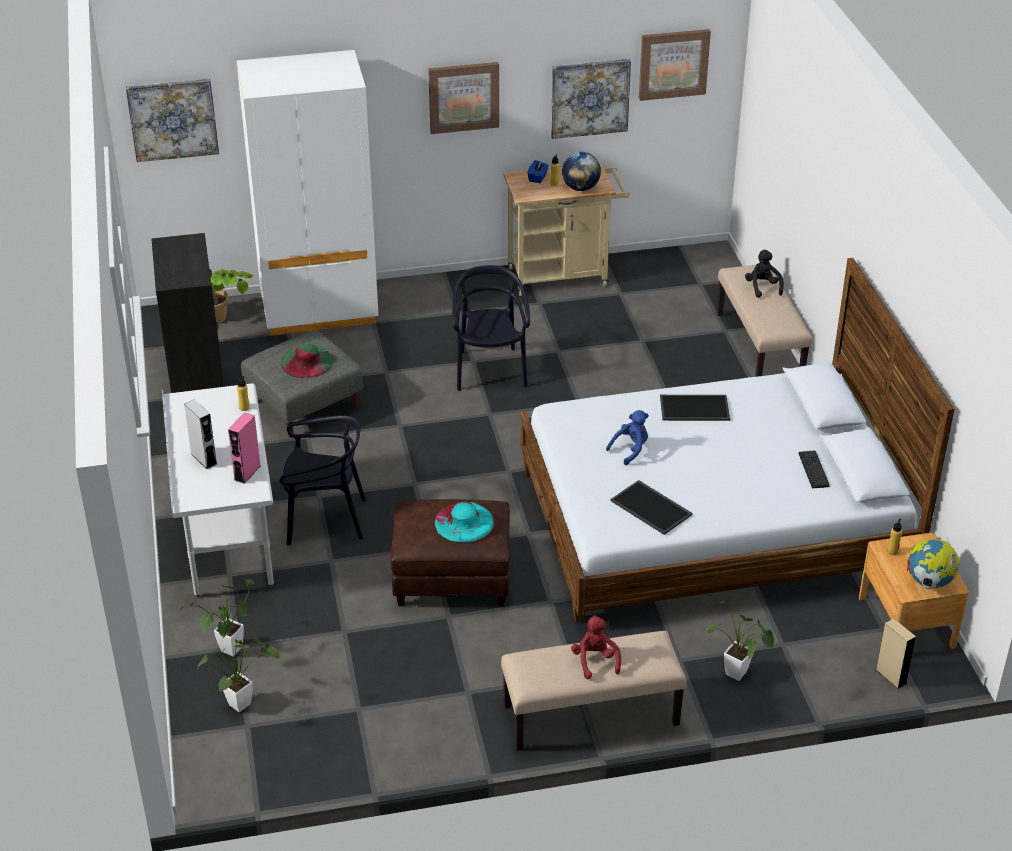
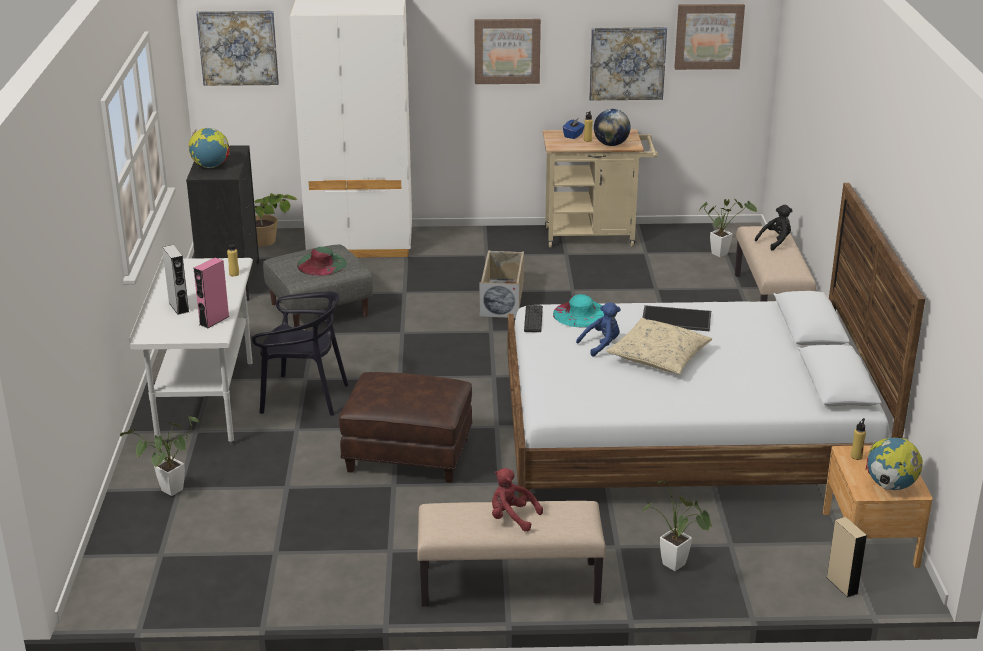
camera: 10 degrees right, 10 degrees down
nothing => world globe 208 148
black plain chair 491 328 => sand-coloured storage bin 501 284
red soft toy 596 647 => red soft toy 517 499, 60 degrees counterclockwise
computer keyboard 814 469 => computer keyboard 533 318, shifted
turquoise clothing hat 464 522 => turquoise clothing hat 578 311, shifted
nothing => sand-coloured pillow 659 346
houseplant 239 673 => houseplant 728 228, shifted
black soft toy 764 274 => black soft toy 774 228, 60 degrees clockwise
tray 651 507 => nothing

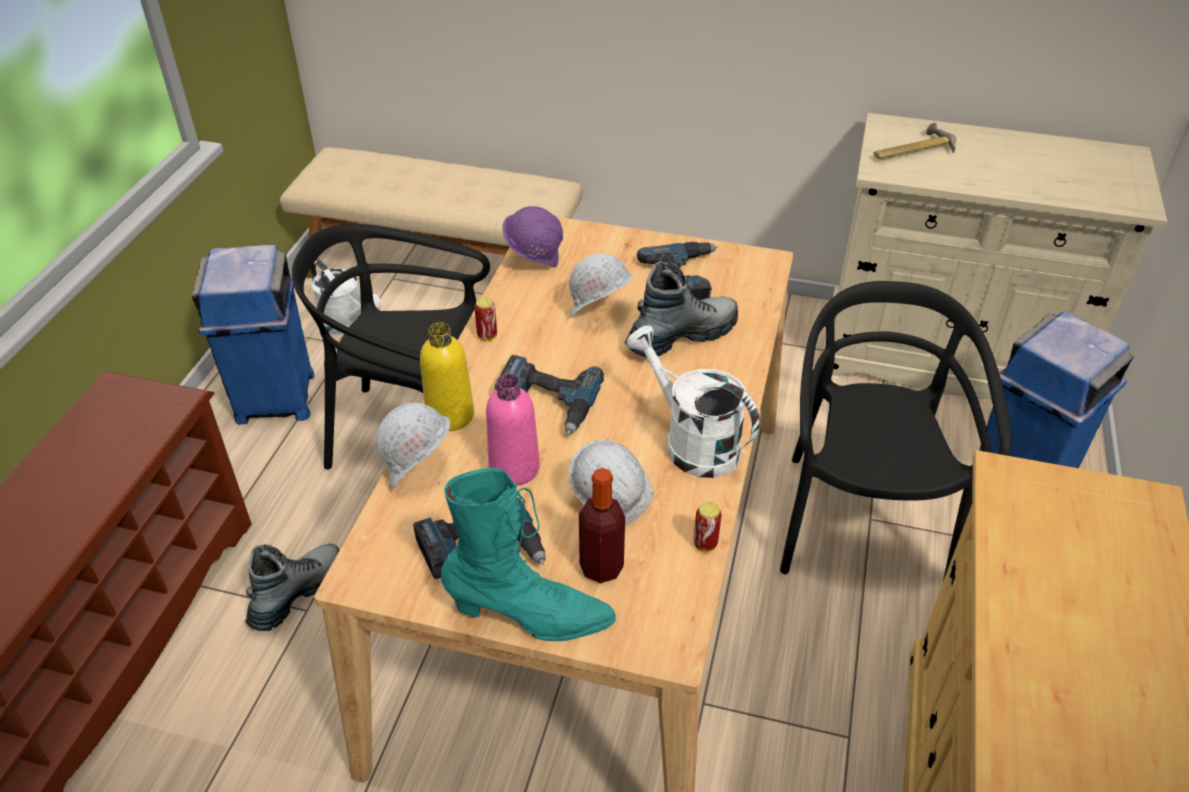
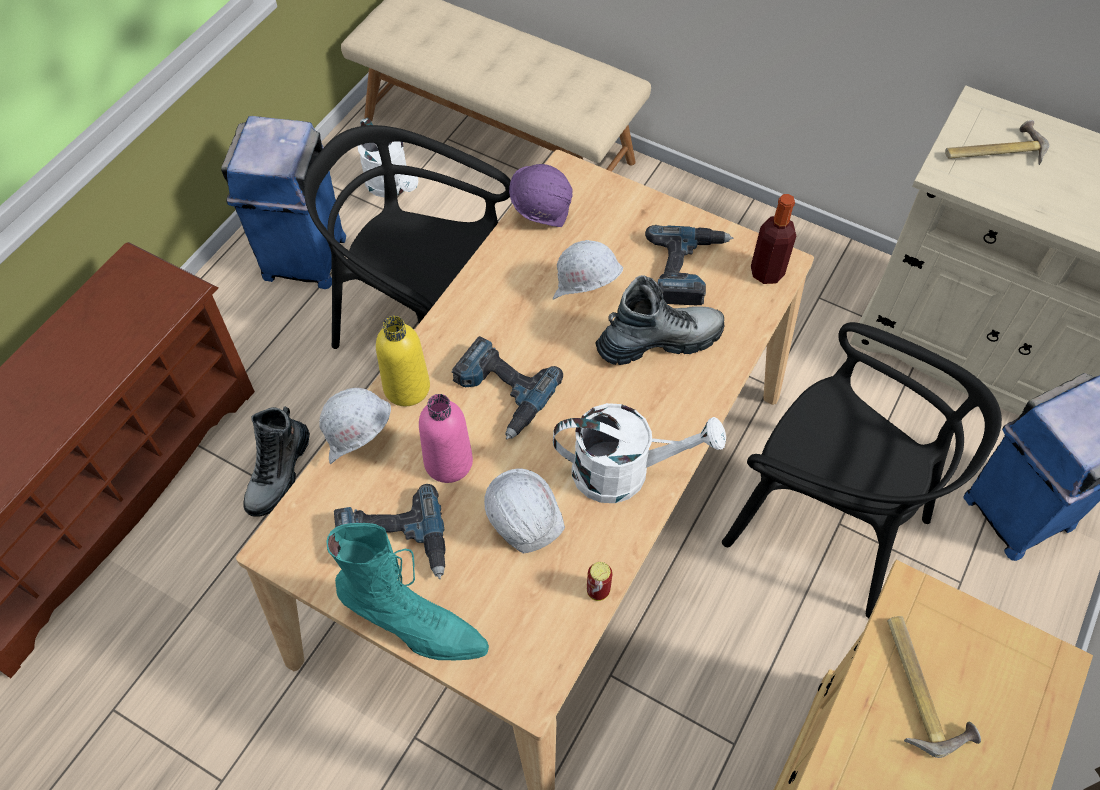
camera: 15 degrees right, 15 degrees up
boot 292 587 => boot 276 461, 150 degrees clockwise
whitish watering can 692 401 => whitish watering can 639 453, 120 degrees clockwise
black plain chair 895 431 => black plain chair 862 470, 105 degrees clockwise
beverage bottle 602 525 => beverage bottle 773 239, shifted
nothing => tool hammer 934 687
metal can 485 319 => nothing

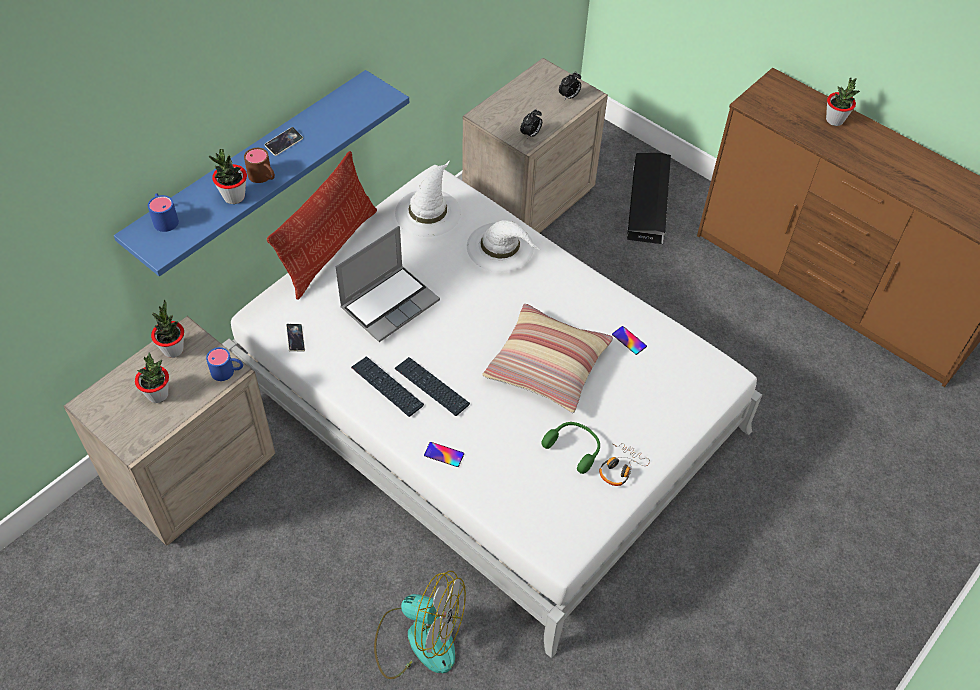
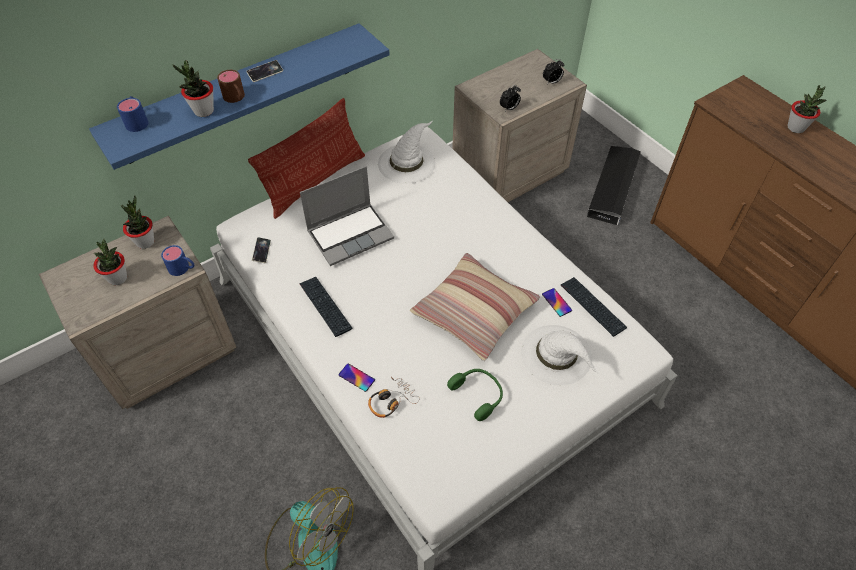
camera: 15 degrees right, 0 degrees up
headphones 624 464 => headphones 393 397, shifted
whitish clothing hat 503 246 => whitish clothing hat 560 355, shifted
computer keyboard 432 386 => computer keyboard 594 307, shifted

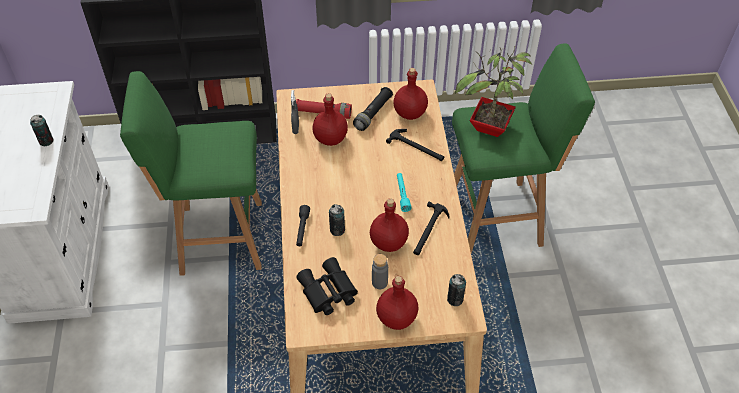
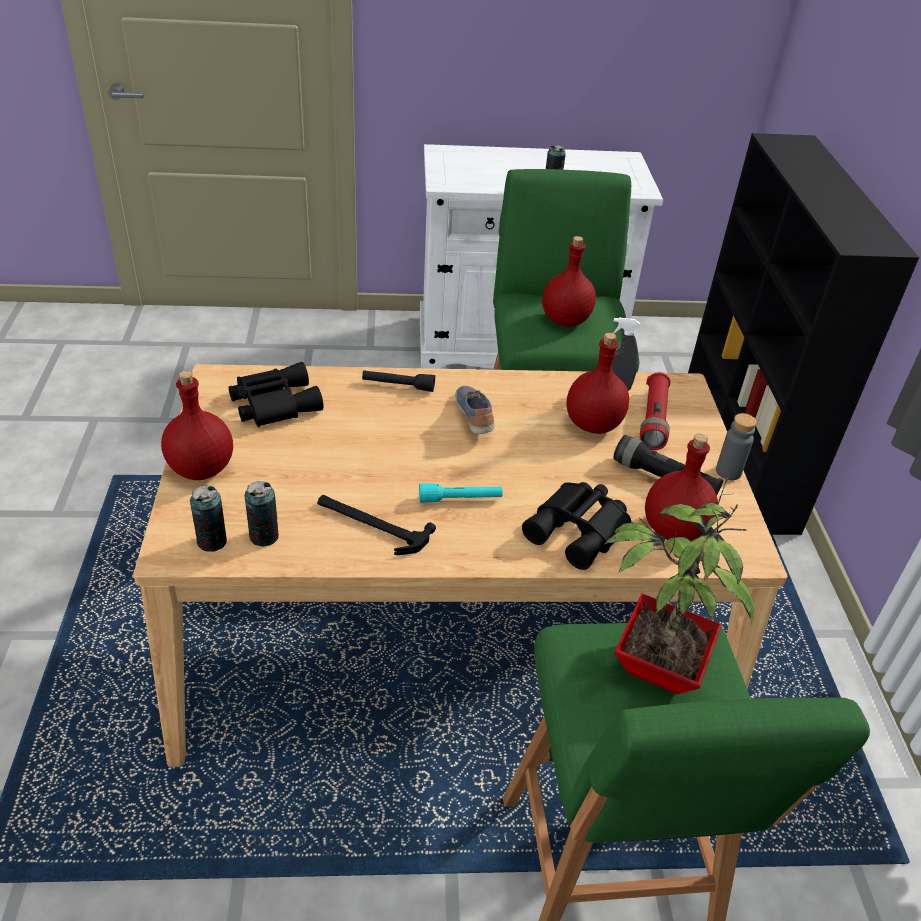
camera: 90 degrees right, 10 degrees down
metal can 337 220 => metal can 261 514, shifted
nothing => item of footwear 475 410
tool hammer 415 145 => black binoculars 576 526
red beverage bottle 389 225 => red beverage bottle 569 281, shifted
greyish beverage bottle 380 271 => greyish beverage bottle 736 446, shifted

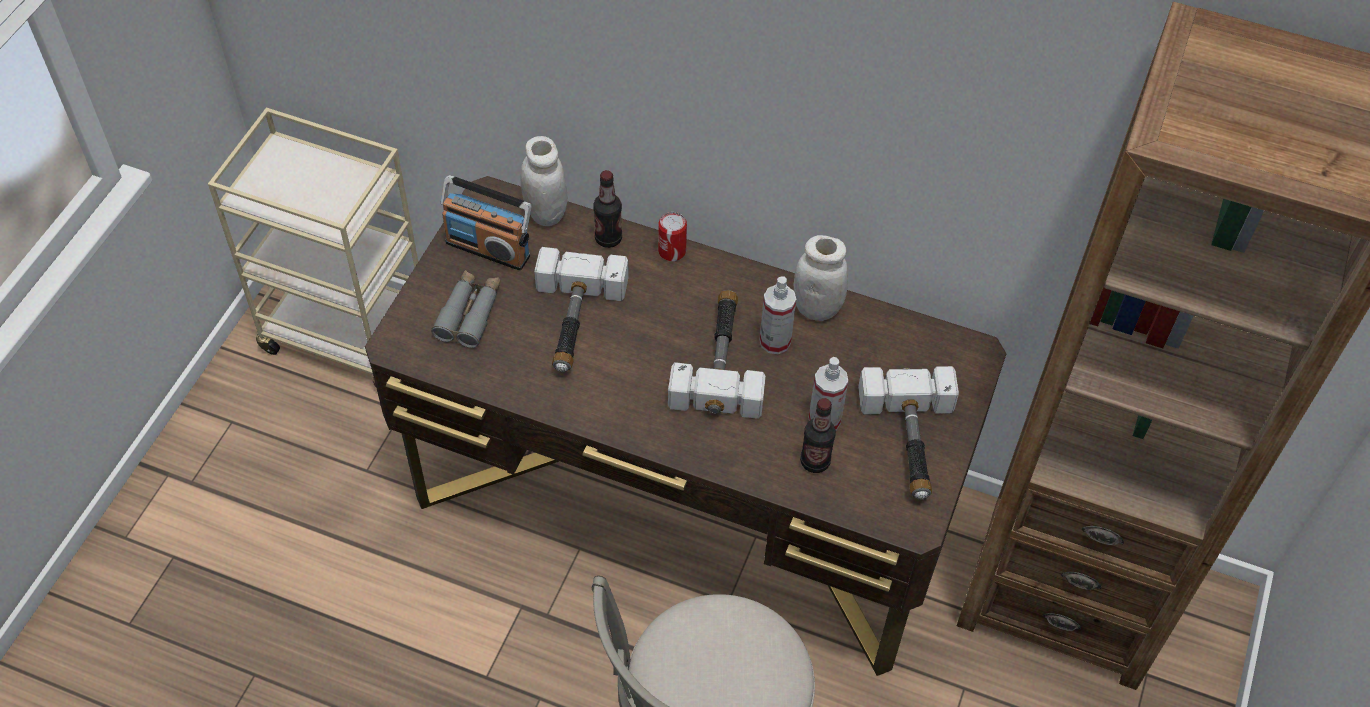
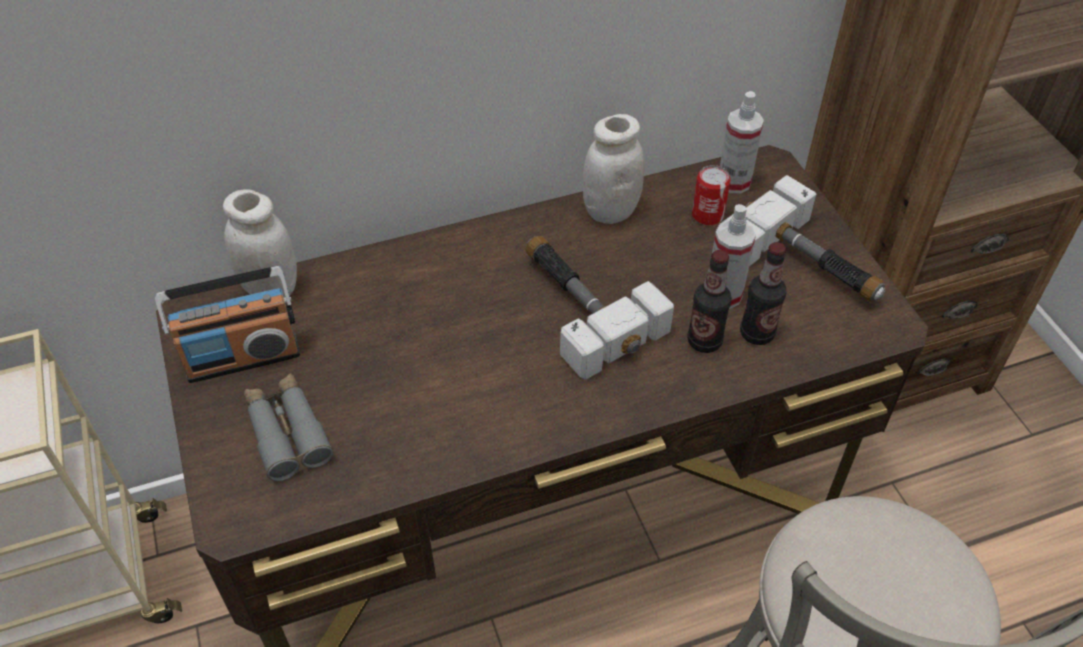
camera: 40 degrees left, 5 degrees down
beverage bottle 607 209 => beverage bottle 709 301, shifted
metal can 672 236 => metal can 711 195, shifted
hand sprayer 778 315 => hand sprayer 742 142, shifted
tool hammer 581 309 => nothing

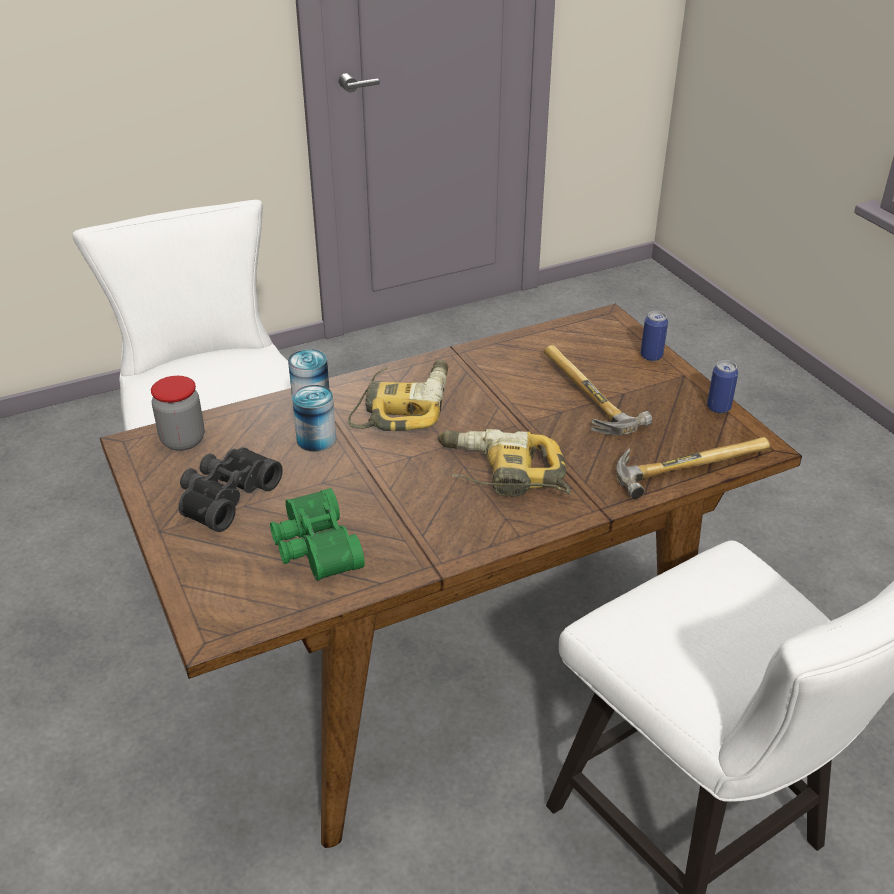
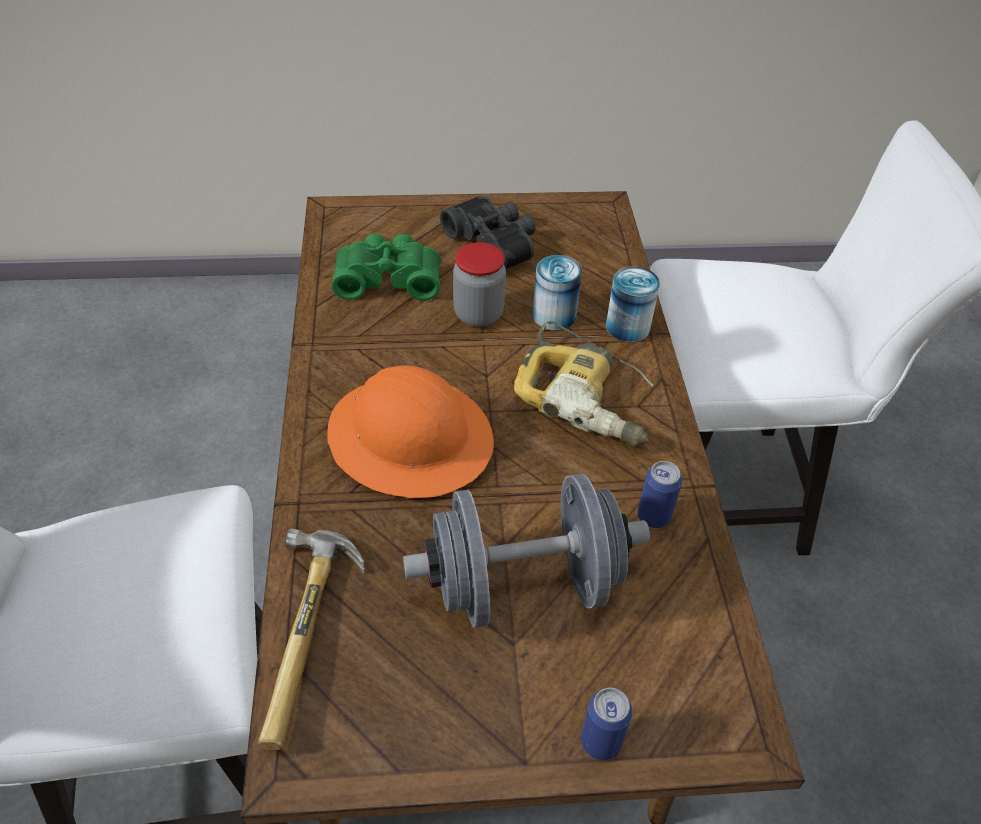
camera: 110 degrees right, 10 degrees up
drill 504 463 => orange hard hat 410 432
tool hammer 598 390 => greyish dumbbell 526 550
jar 178 413 => jar 479 284, shifted
metal can 722 387 => metal can 659 494, shifted

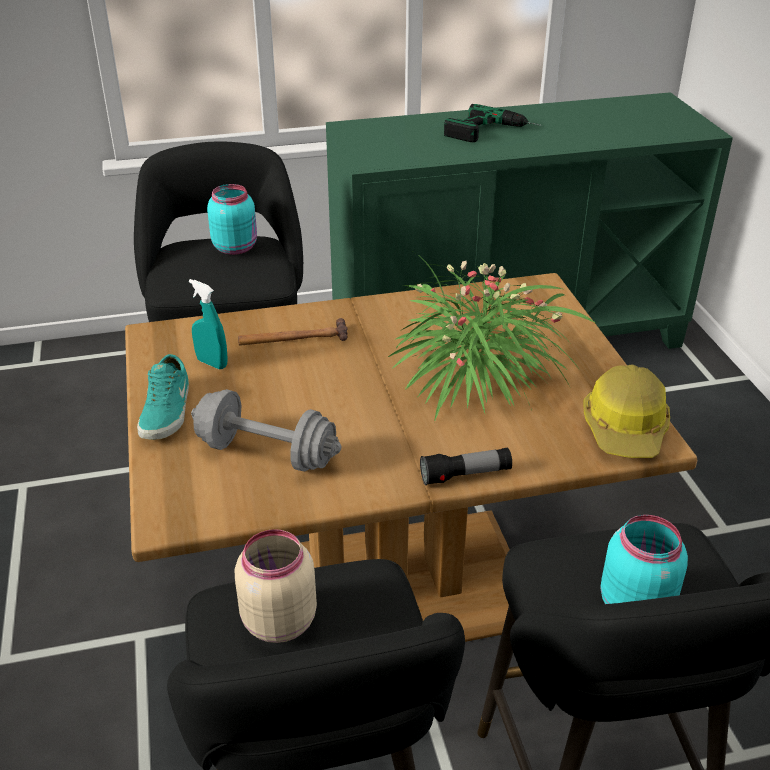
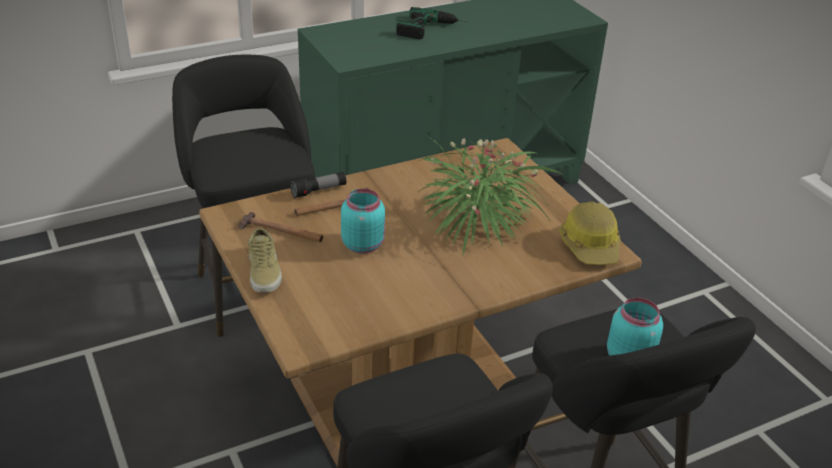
camera: 15 degrees left, 0 degrees up
turquoise hand sprayer 208 324 => tool hammer 280 227
turquoise item of footwear 163 397 => sand-coloured item of footwear 265 260
hand torch 466 466 => hand torch 318 185, shifted
turquoise jar 232 219 => turquoise jar 363 221, shifted
greyish dumbbell 266 430 => nothing
sand-coloured jar 276 586 => nothing

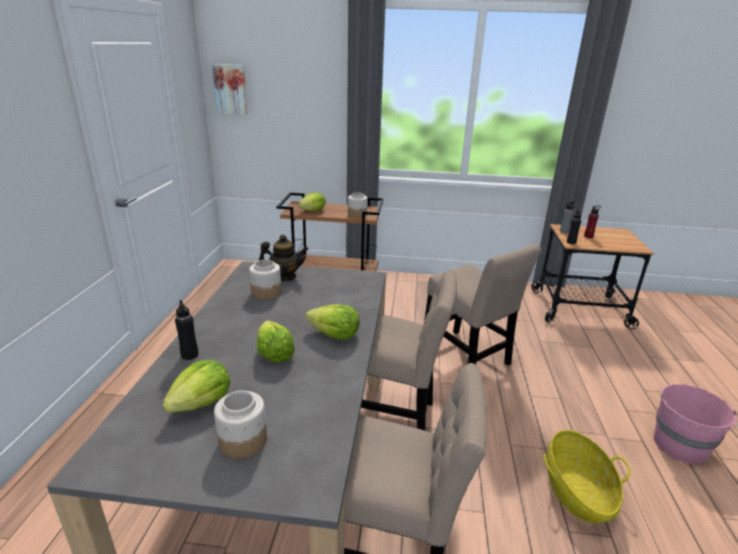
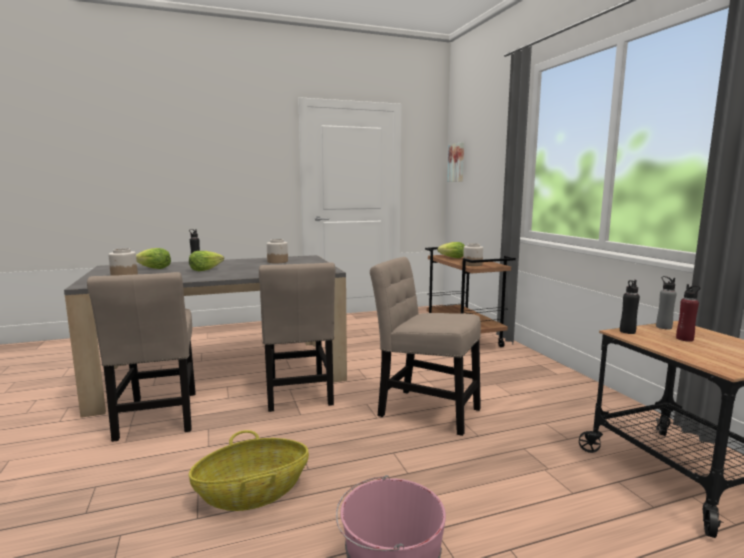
camera: 65 degrees right, 15 degrees down
sand-coloured plain chair 482 304 => sand-coloured plain chair 425 346, 90 degrees clockwise
tea pot 283 257 => nothing
lettuce 332 322 => nothing

